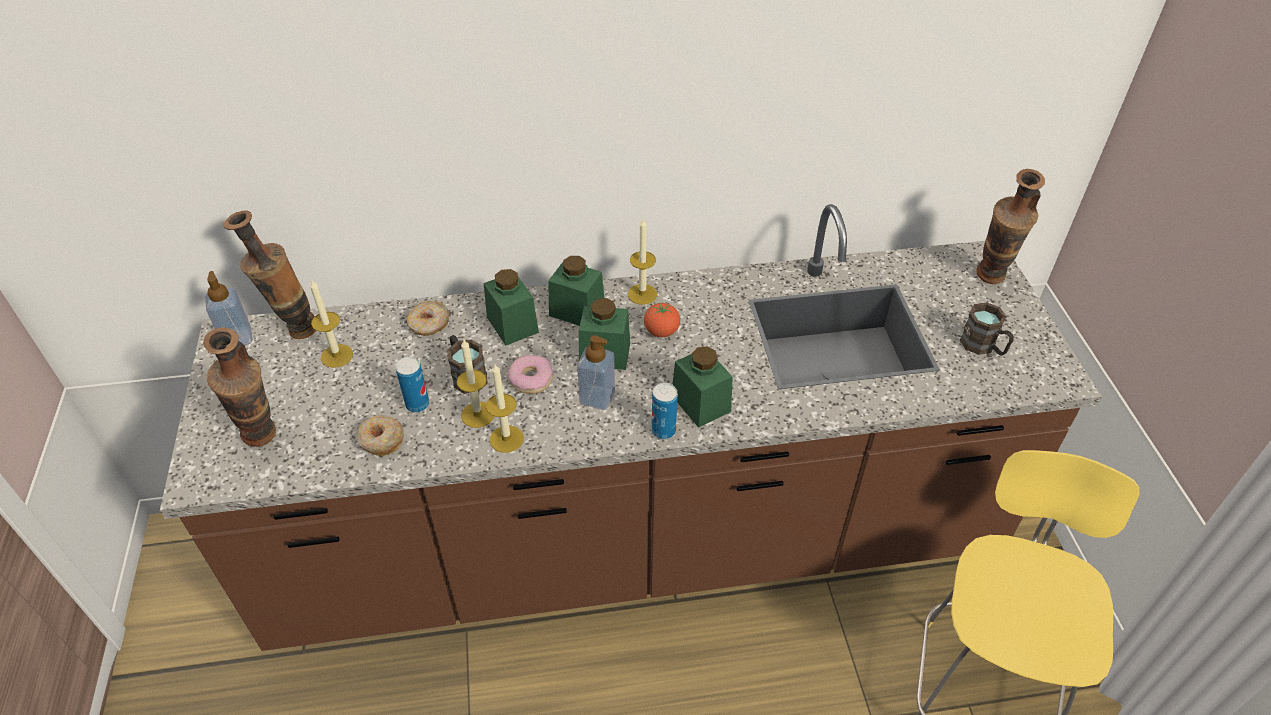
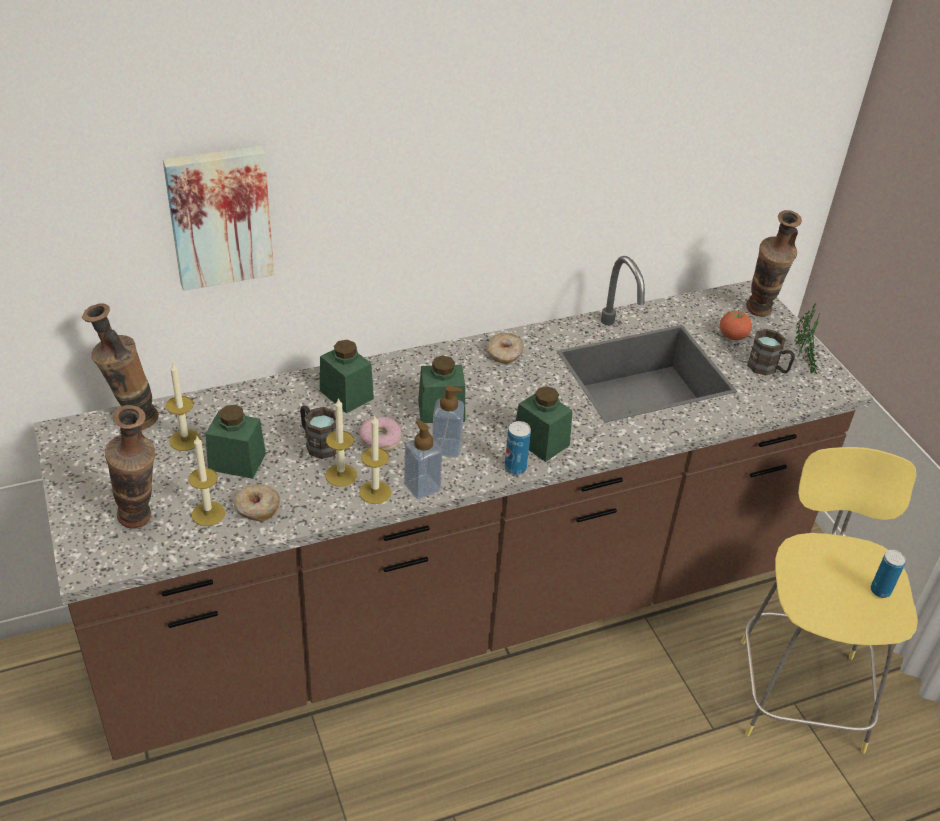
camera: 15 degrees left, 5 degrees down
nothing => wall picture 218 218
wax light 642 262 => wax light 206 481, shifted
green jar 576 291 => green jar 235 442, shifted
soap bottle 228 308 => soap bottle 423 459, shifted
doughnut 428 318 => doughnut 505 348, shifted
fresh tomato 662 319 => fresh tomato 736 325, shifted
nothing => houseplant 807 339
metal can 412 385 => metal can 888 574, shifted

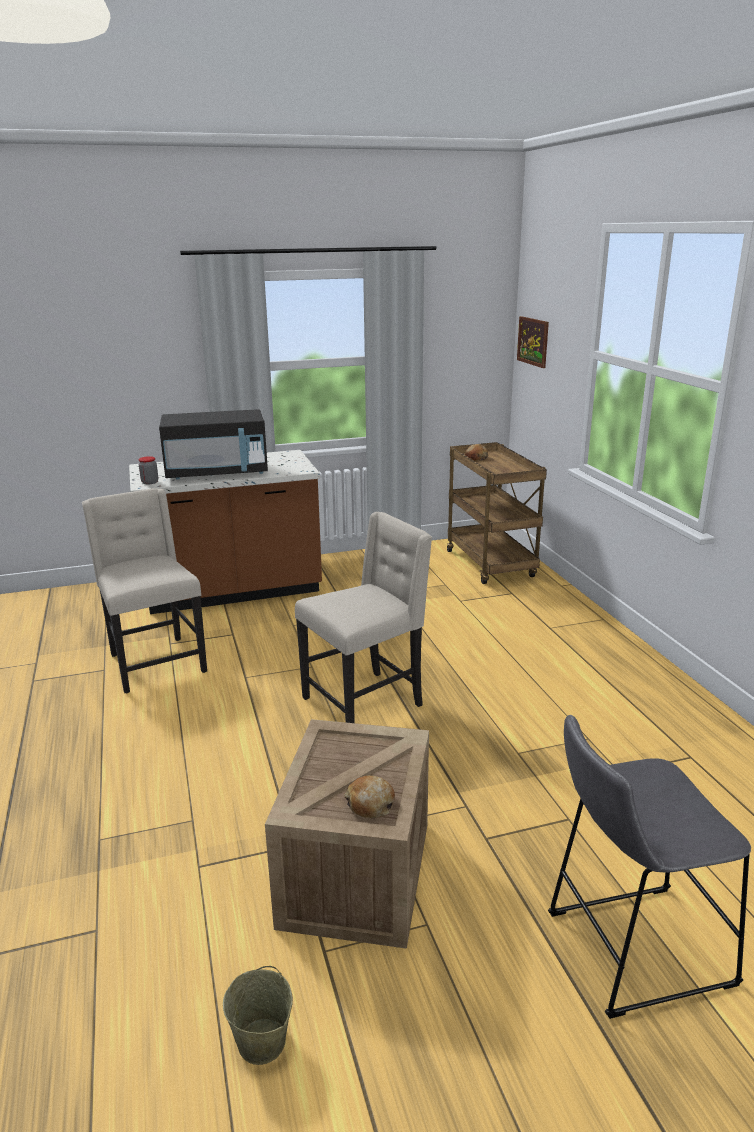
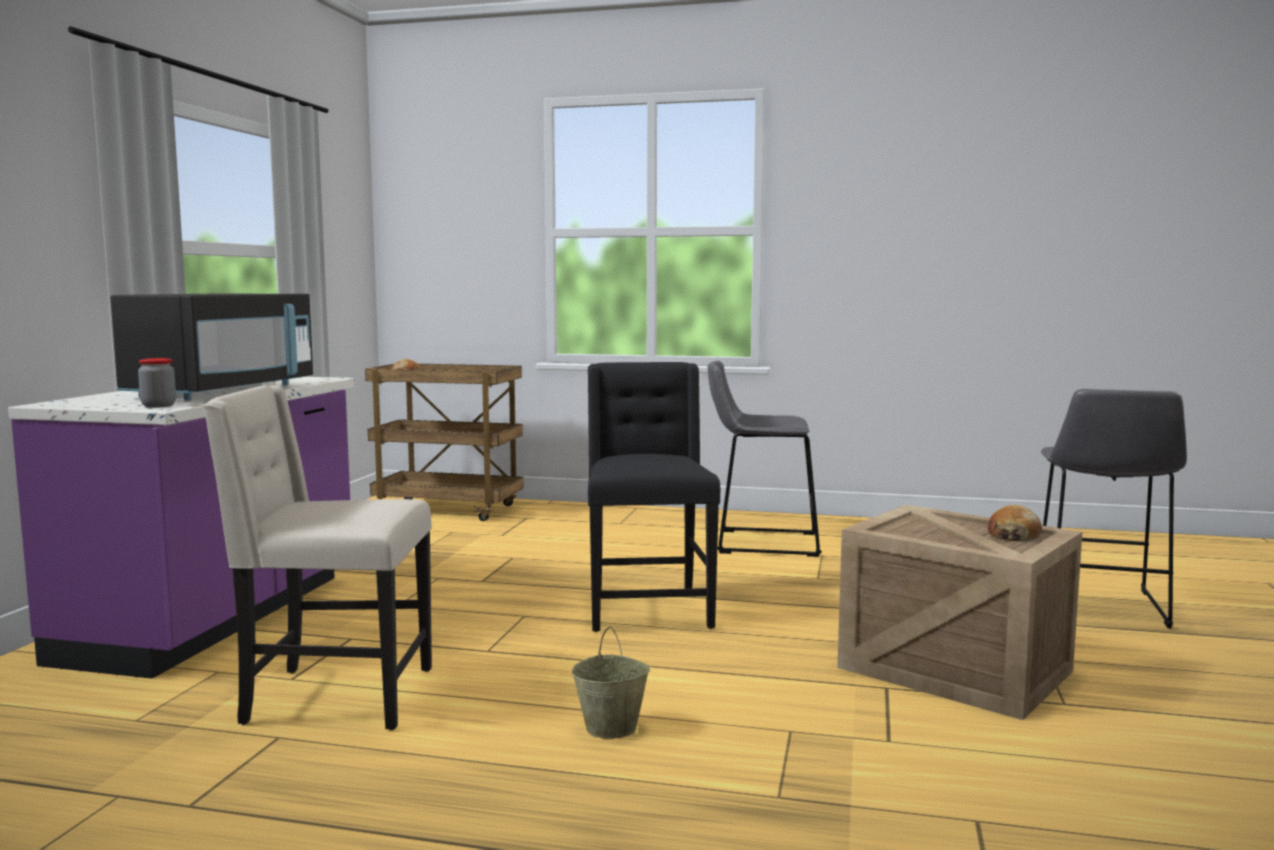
camera: 60 degrees left, 15 degrees down
brownish counter 225 532 => purple-coloured counter 181 528
sand-coloured pail 258 1015 => sand-coloured pail 611 682, shifted
sand-coloured plain chair 363 617 => black plain chair 654 497
nothing => greyish stool 765 459
wall picture 533 342 => nothing

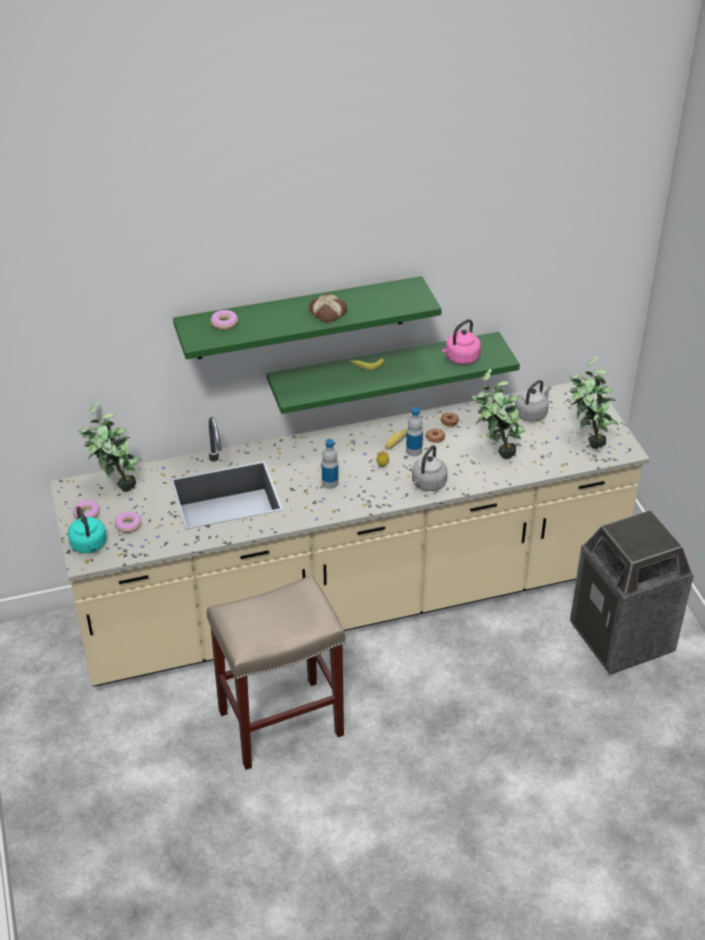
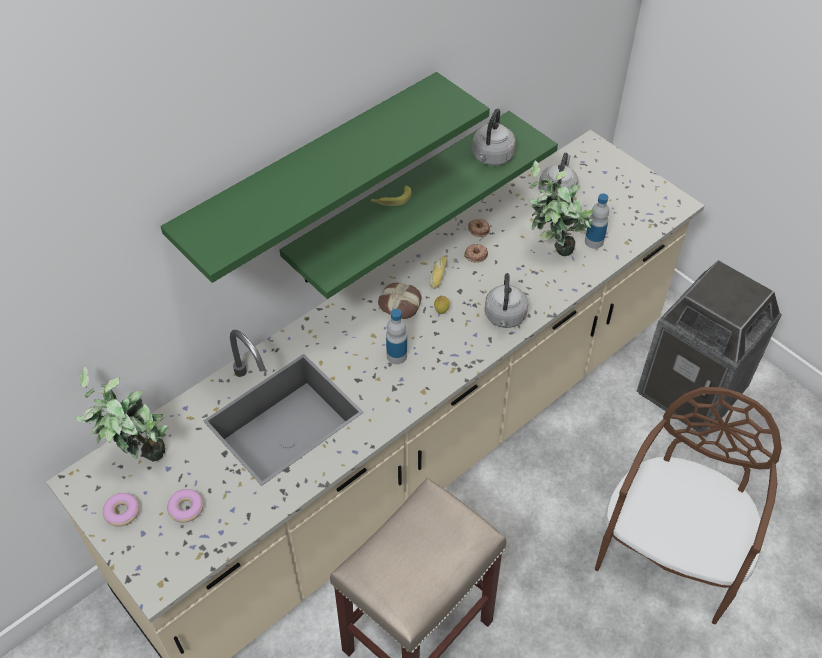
camera: 25 degrees left, 10 degrees up
baked bread 328 308 => baked bread 400 301, shifted
pinkish kettle 461 342 => greyish kettle 494 137
beverage bottle 414 431 => beverage bottle 597 221, shifted
nothing => brownish plain chair 688 505
turquoise kettle 87 529 => nothing
doughnut 224 320 => nothing
houseplant 593 402 => nothing

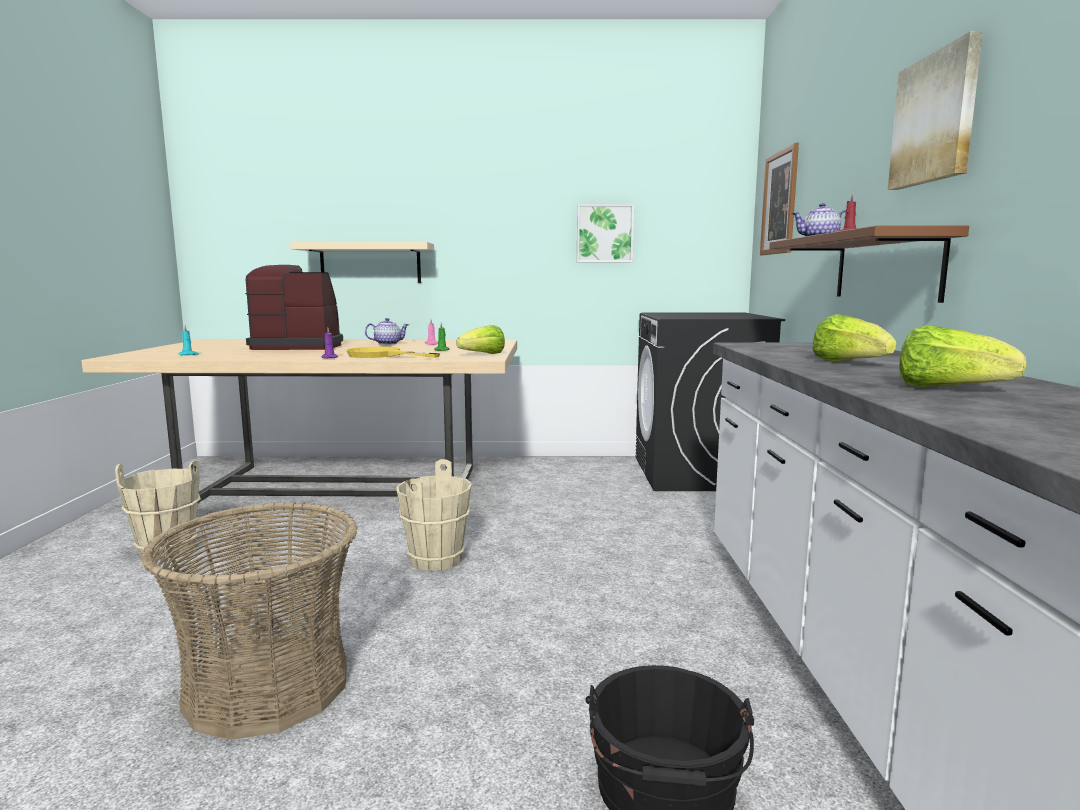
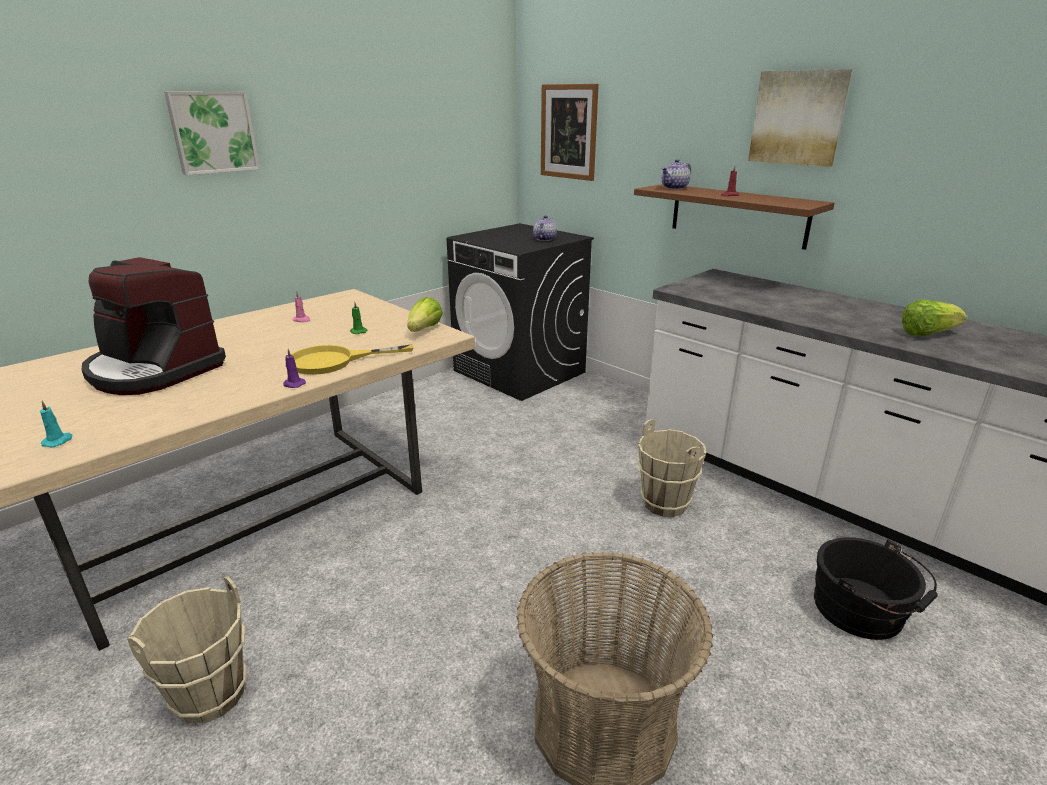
camera: 45 degrees left, 15 degrees up
coffee machine 294 307 => coffee machine 154 326, 105 degrees counterclockwise
wall picture 605 233 => wall picture 212 133, shifted
tea pot 387 331 => tea pot 545 228, shifted
sand-coloured pail 434 515 => sand-coloured pail 671 468, shifted
sand-coloured wall shelf 362 262 => nothing
lettuce 854 337 => nothing

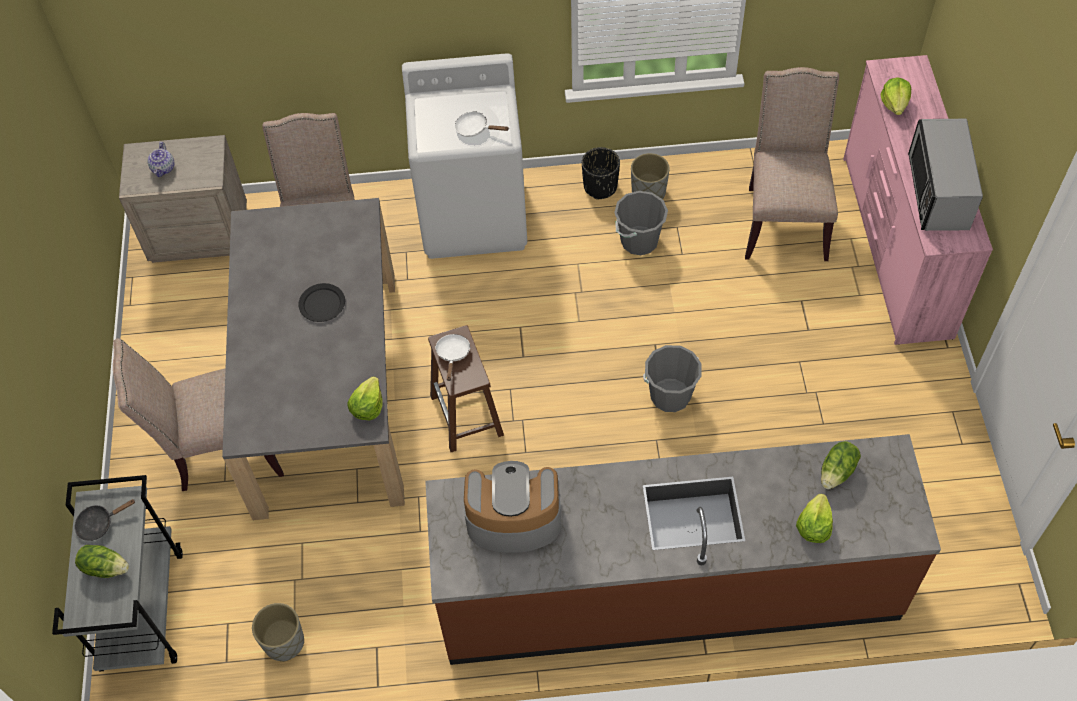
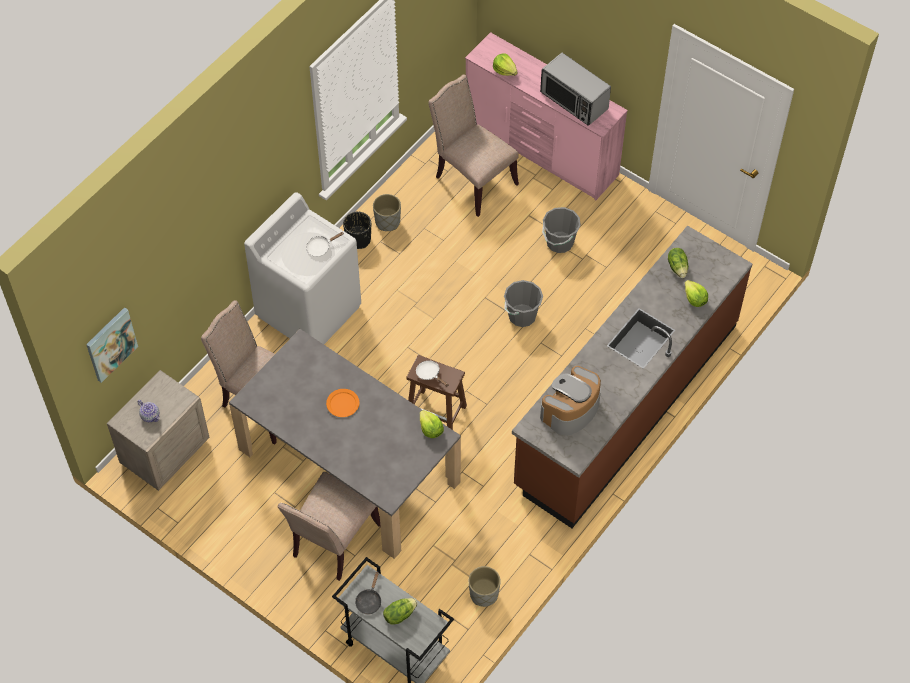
camera: 50 degrees left, 0 degrees up
nothing => wall picture 112 345
black dinner plate 321 302 => orange dinner plate 343 403
greyish pail 641 223 => greyish pail 561 230, shifted

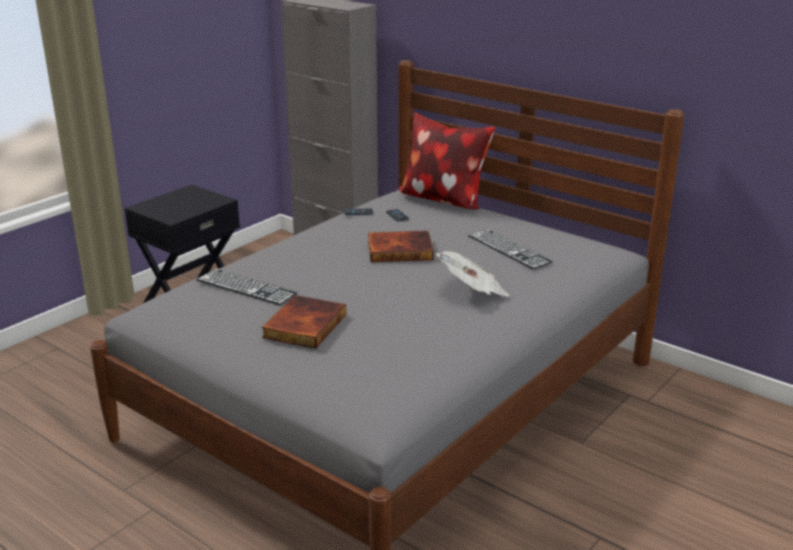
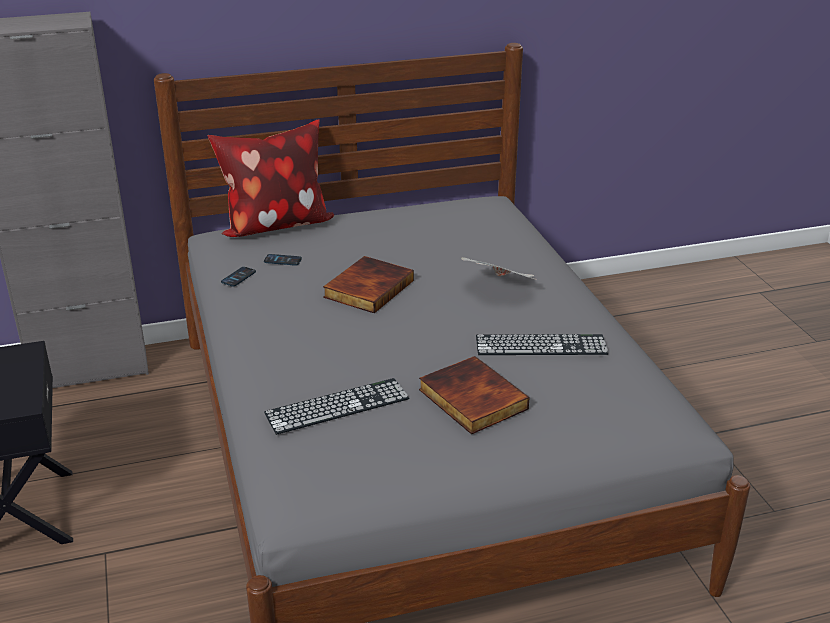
camera: 55 degrees left, 5 degrees up
computer keyboard 510 249 => computer keyboard 542 344, shifted

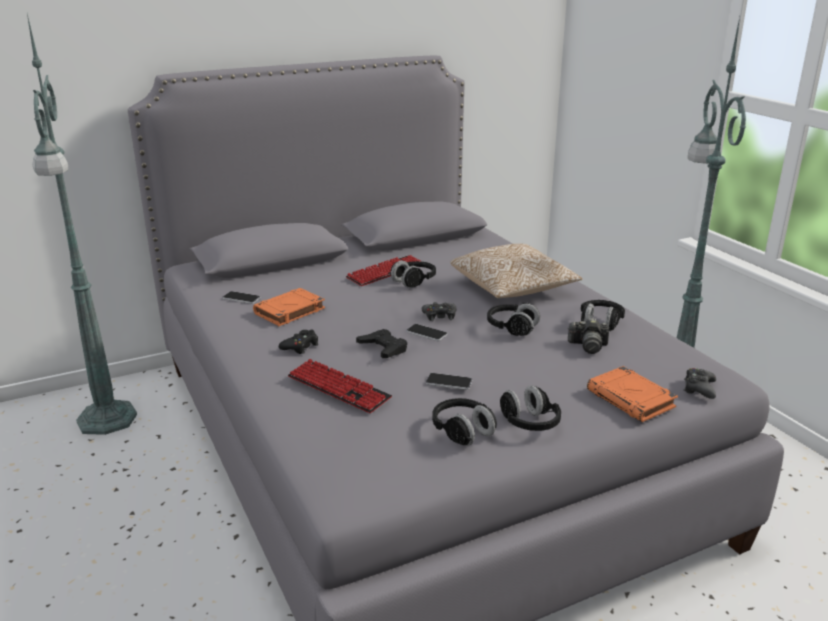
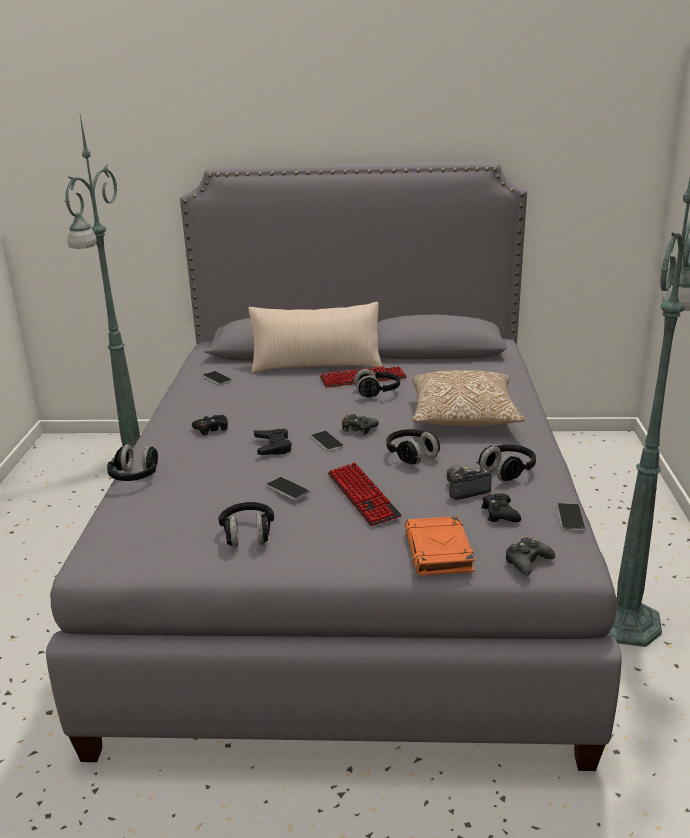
camera: 30 degrees right, 0 degrees up
black headphones 530 408 => black headphones 132 462, shifted
nothing => sand-coloured pillow 315 337
computer keyboard 340 386 => computer keyboard 364 494, shifted
still camera 588 336 => still camera 469 482, 120 degrees clockwise
nothing => black joypad 501 507
nothing => telephone 571 517
orange volume 289 307 => nothing

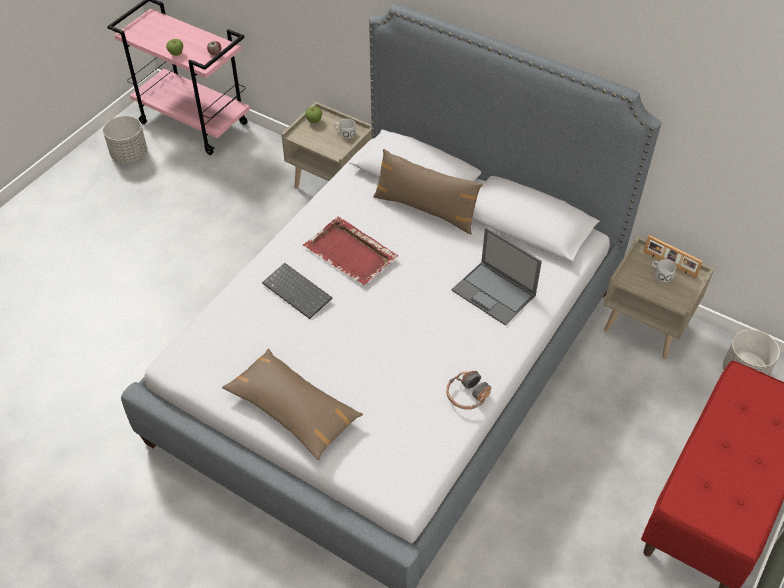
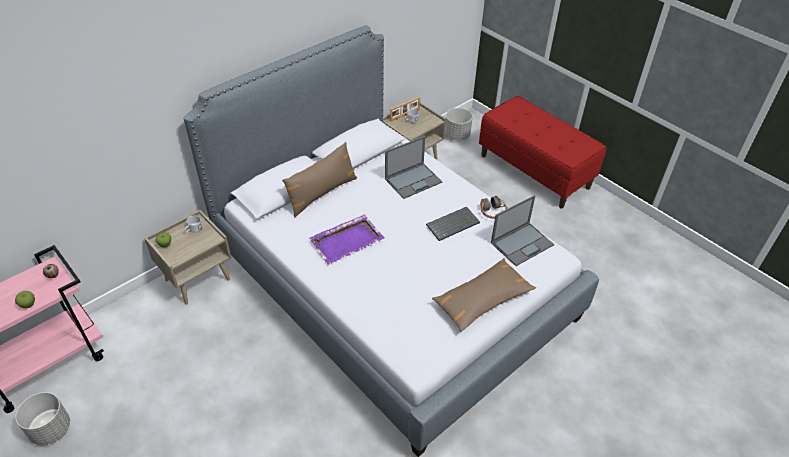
camera: 75 degrees left, 5 degrees down
red tray 350 251 => purple-coloured tray 346 239
computer keyboard 297 291 => computer keyboard 453 224, shifted
nothing => laptop 522 230

